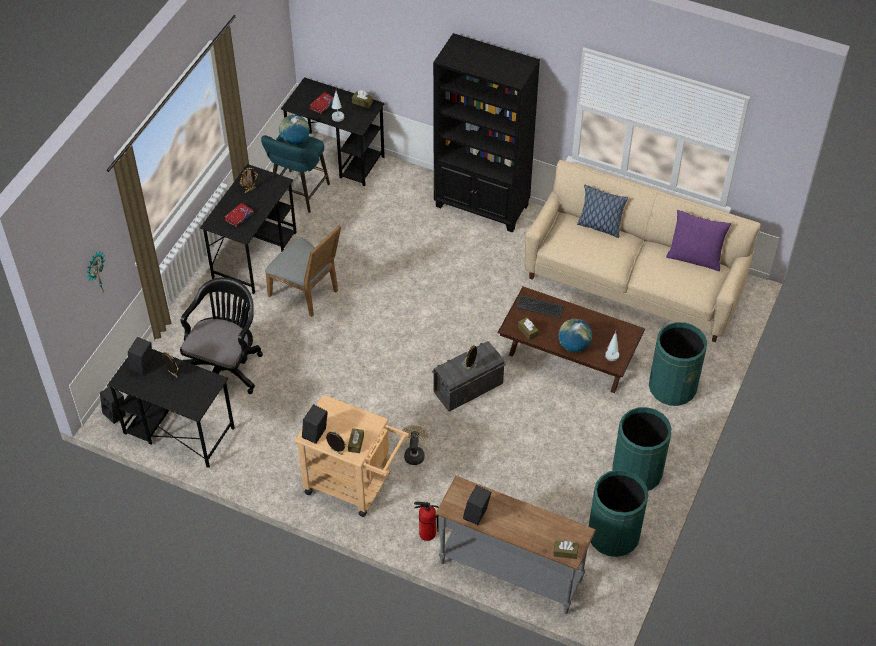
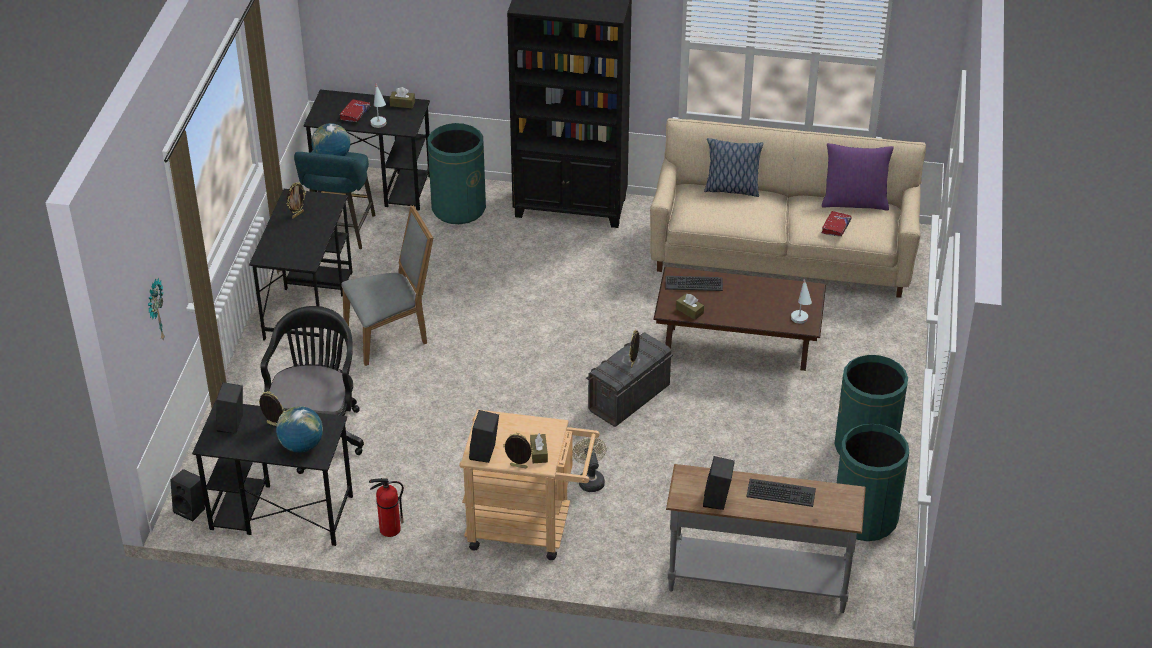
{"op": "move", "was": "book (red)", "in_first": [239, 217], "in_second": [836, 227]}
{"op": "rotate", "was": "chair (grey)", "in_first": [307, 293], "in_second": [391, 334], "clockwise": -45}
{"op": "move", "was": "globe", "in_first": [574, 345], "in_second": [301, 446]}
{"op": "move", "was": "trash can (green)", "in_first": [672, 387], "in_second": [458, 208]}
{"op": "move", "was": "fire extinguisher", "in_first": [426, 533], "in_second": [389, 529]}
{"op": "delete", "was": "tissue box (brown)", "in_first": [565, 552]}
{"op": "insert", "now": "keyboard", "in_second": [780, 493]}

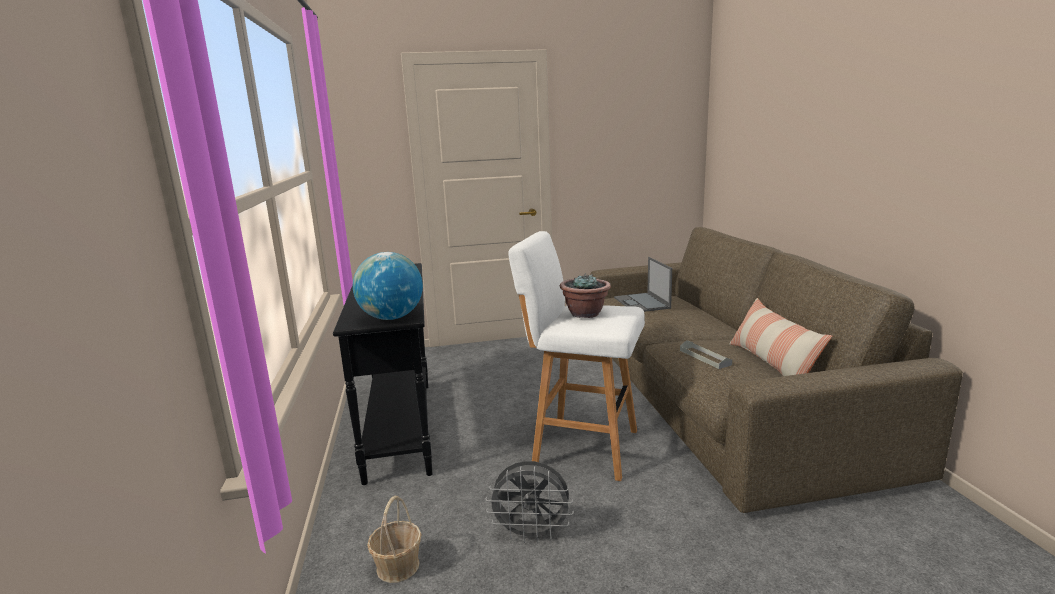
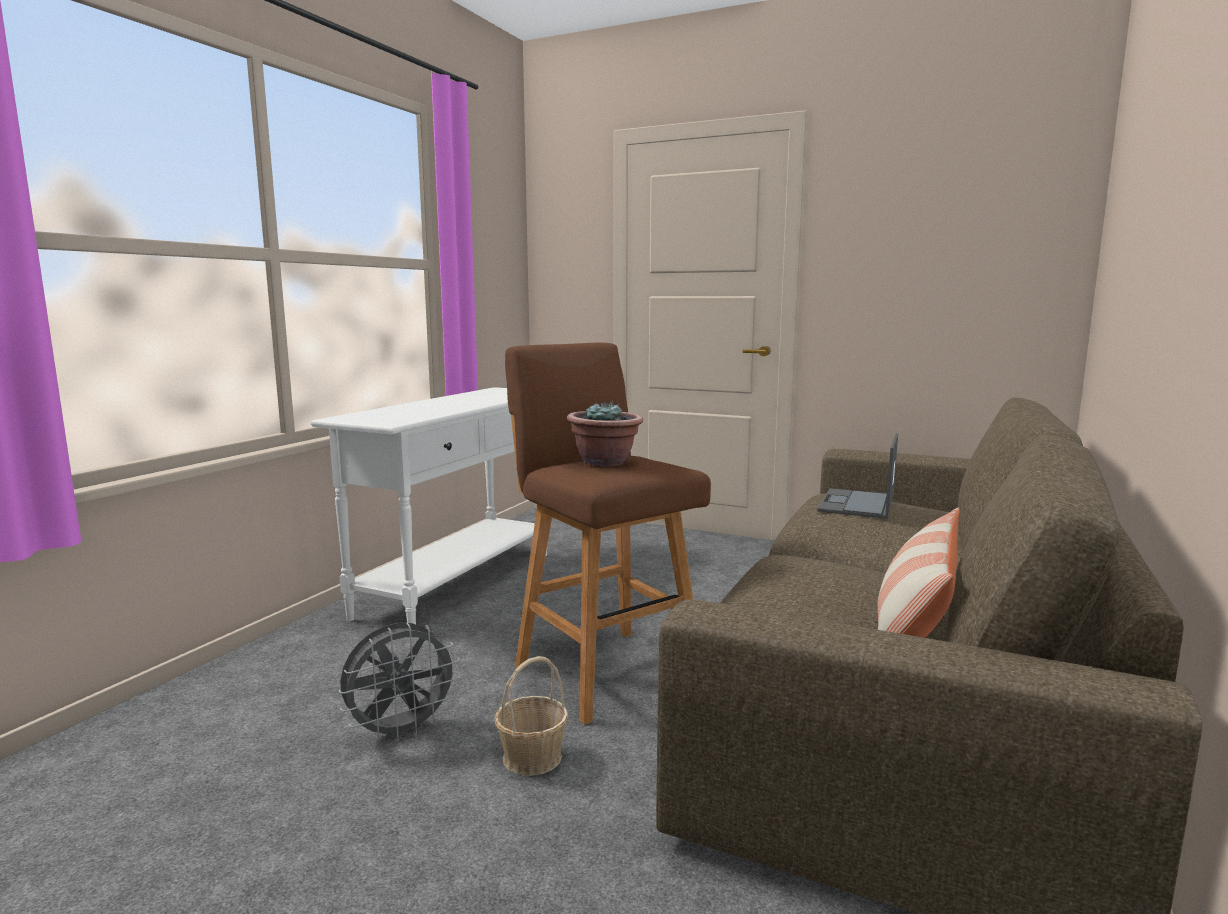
{"op": "recolor", "was": "stool (white)", "now": "stool (brown)", "in_first": [582, 447], "in_second": [604, 670]}
{"op": "delete", "was": "globe", "in_first": [391, 318]}
{"op": "recolor", "was": "console table (black)", "now": "console table (white)", "in_first": [400, 428], "in_second": [459, 584]}
{"op": "delete", "was": "tray (grey)", "in_first": [705, 357]}
{"op": "rotate", "was": "fan (grey)", "in_first": [532, 534], "in_second": [401, 731], "clockwise": -75}
{"op": "move", "was": "basket", "in_first": [397, 566], "in_second": [531, 757]}

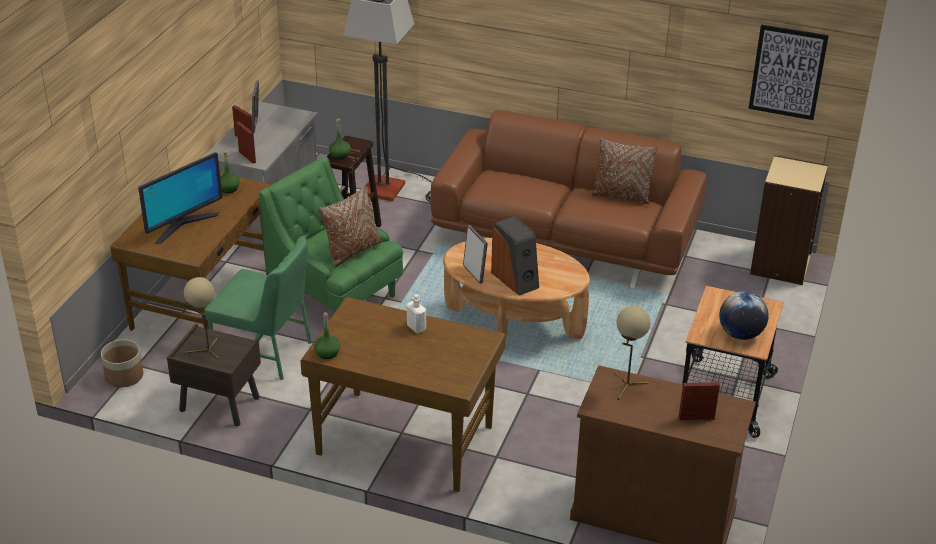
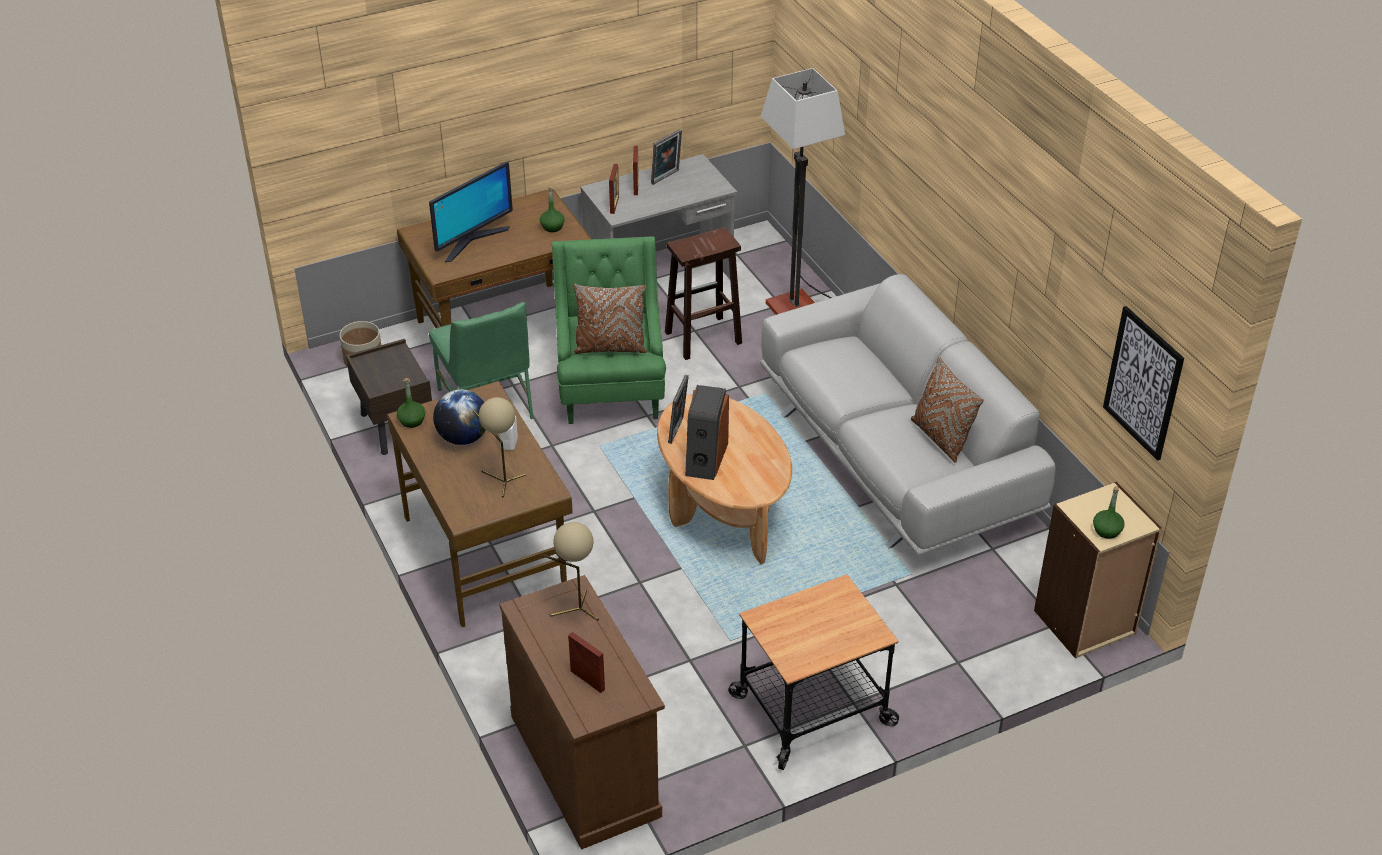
{"op": "recolor", "was": "sofa (brown)", "now": "sofa (grey)", "in_first": [566, 239], "in_second": [896, 458]}
{"op": "move", "was": "bottle (green)", "in_first": [340, 155], "in_second": [1107, 531]}
{"op": "rotate", "was": "monitor", "in_first": [183, 225], "in_second": [472, 241], "clockwise": -45}
{"op": "move", "was": "table lamp (beige)", "in_first": [205, 350], "in_second": [502, 481]}
{"op": "move", "was": "globe", "in_first": [740, 334], "in_second": [463, 438]}

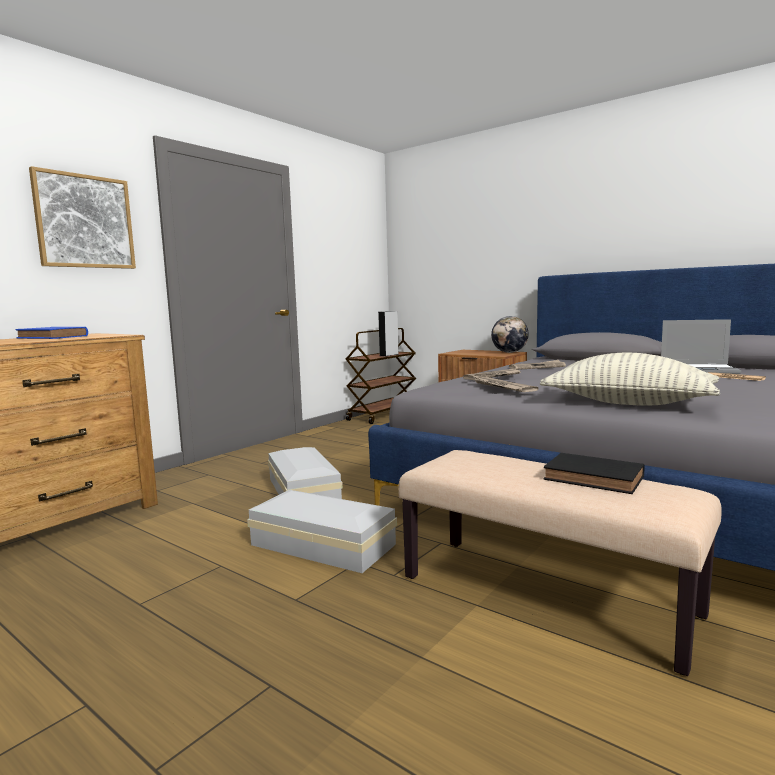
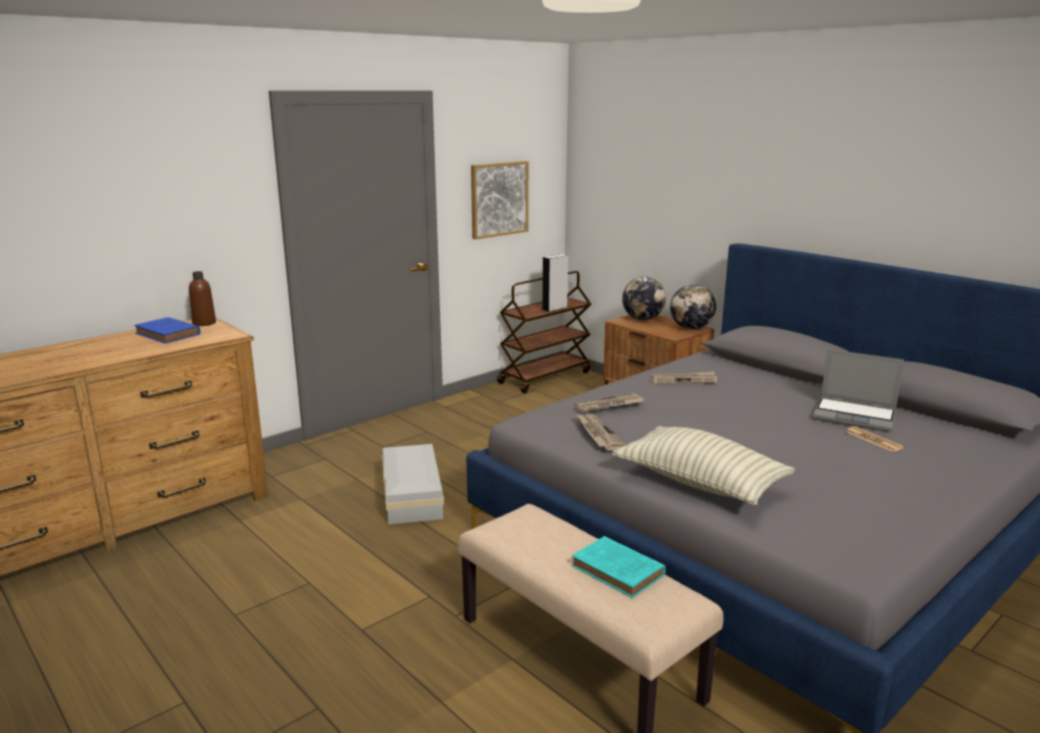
{"op": "move", "was": "picture", "in_first": [84, 221], "in_second": [499, 199]}
{"op": "recolor", "was": "book (black)", "now": "book (turquoise)", "in_first": [596, 479], "in_second": [619, 572]}
{"op": "delete", "was": "storage box (white)", "in_first": [322, 543]}
{"op": "insert", "now": "bottle (brown)", "in_second": [204, 323]}
{"op": "insert", "now": "globe", "in_second": [642, 319]}

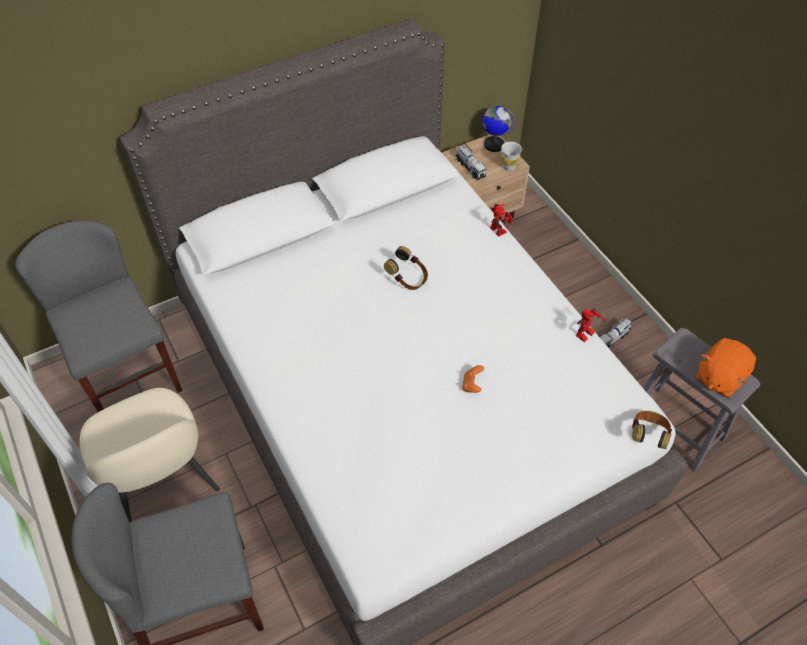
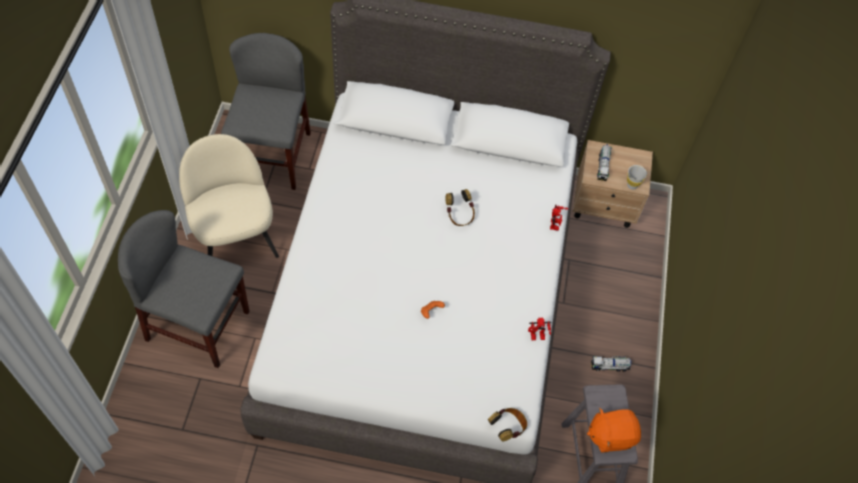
{"op": "delete", "was": "globe", "in_first": [494, 145]}
{"op": "rotate", "was": "chair (beige)", "in_first": [163, 484], "in_second": [236, 240], "clockwise": 150}

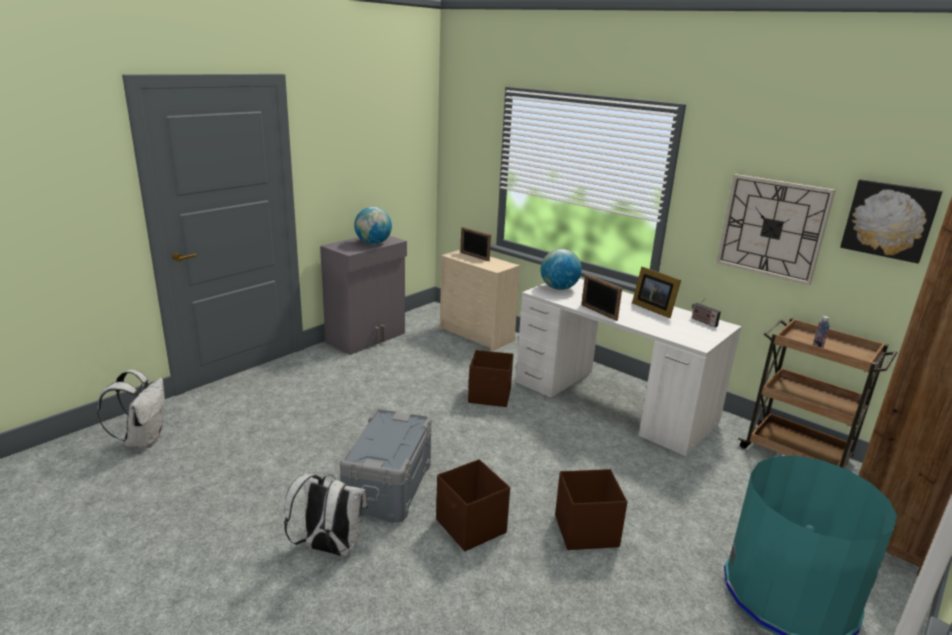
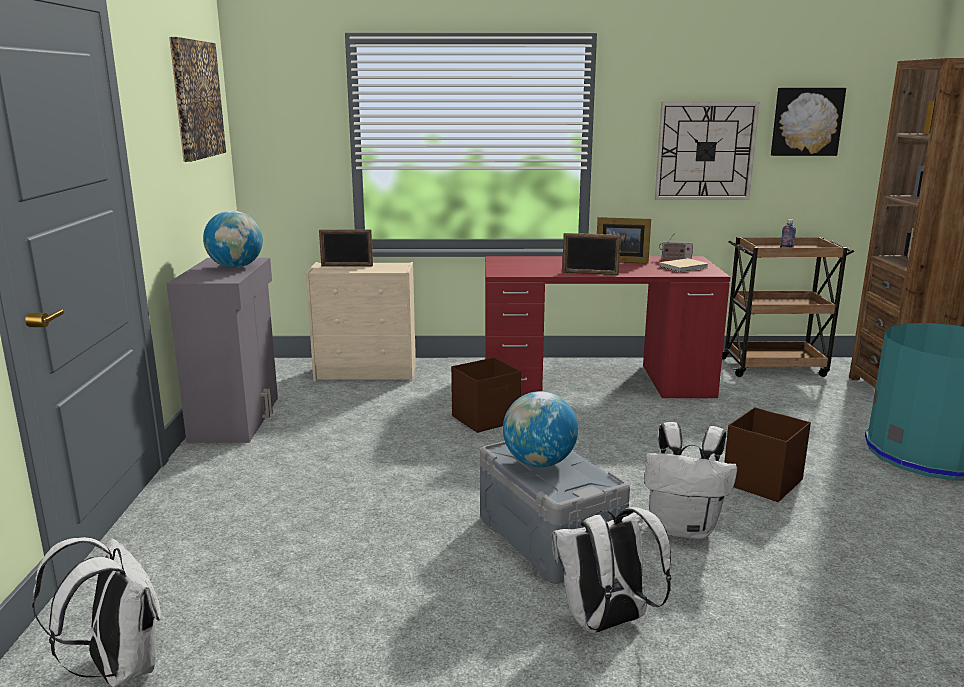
{"op": "move", "was": "globe", "in_first": [558, 288], "in_second": [539, 463]}
{"op": "recolor", "was": "desk (white)", "now": "desk (red)", "in_first": [613, 401], "in_second": [596, 381]}
{"op": "replace", "was": "storage box (brown)", "now": "backpack (white)", "in_first": [471, 527], "in_second": [684, 528]}
{"op": "insert", "now": "picture", "in_second": [196, 99]}
{"op": "insert", "now": "book (beige)", "in_second": [685, 267]}

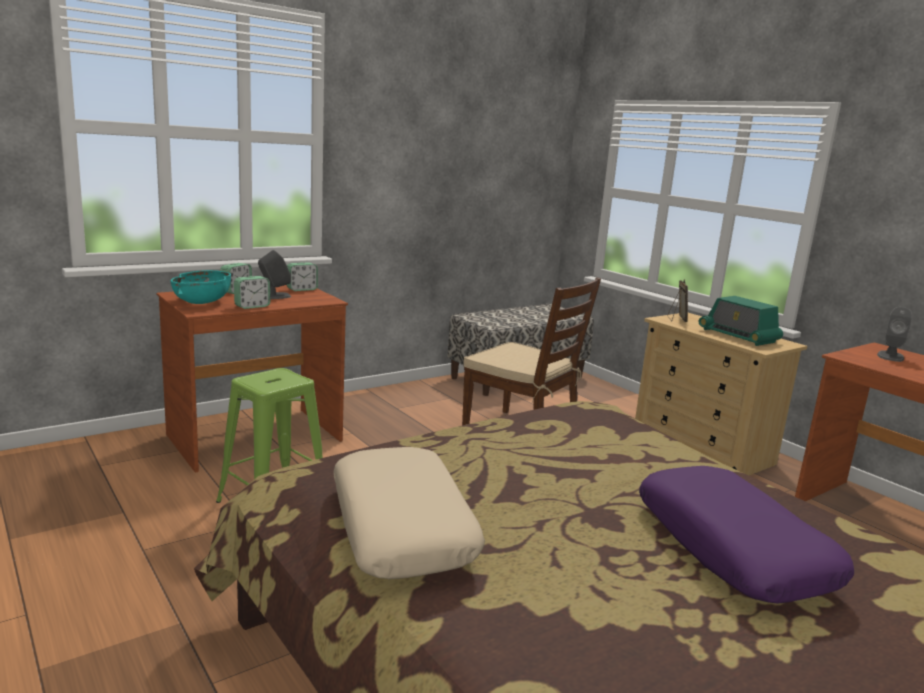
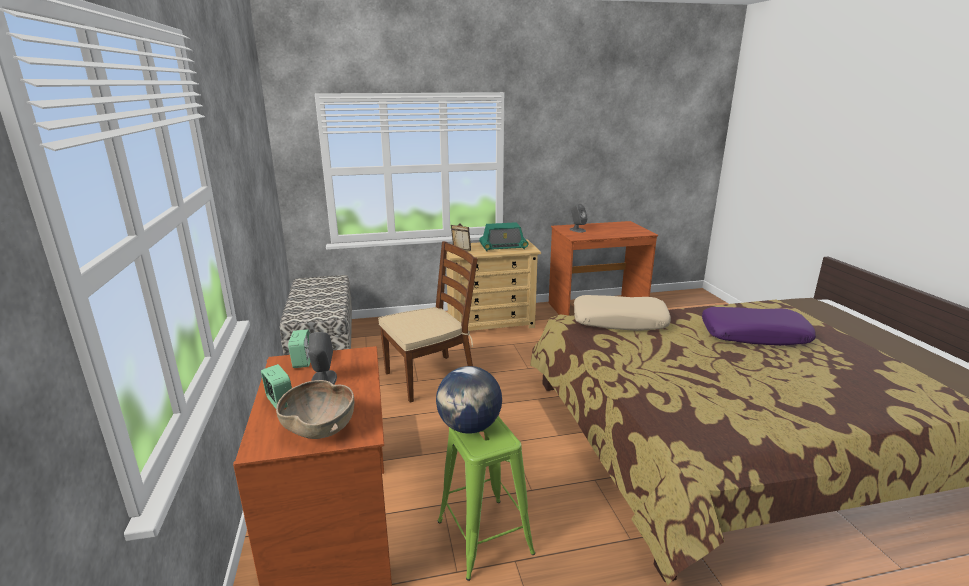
{"op": "recolor", "was": "bowl (turquoise)", "now": "bowl (brown)", "in_first": [203, 302], "in_second": [320, 428]}
{"op": "delete", "was": "alarm clock", "in_first": [252, 306]}
{"op": "move", "was": "pillow (beige)", "in_first": [402, 527], "in_second": [619, 321]}
{"op": "insert", "now": "globe", "in_second": [469, 427]}

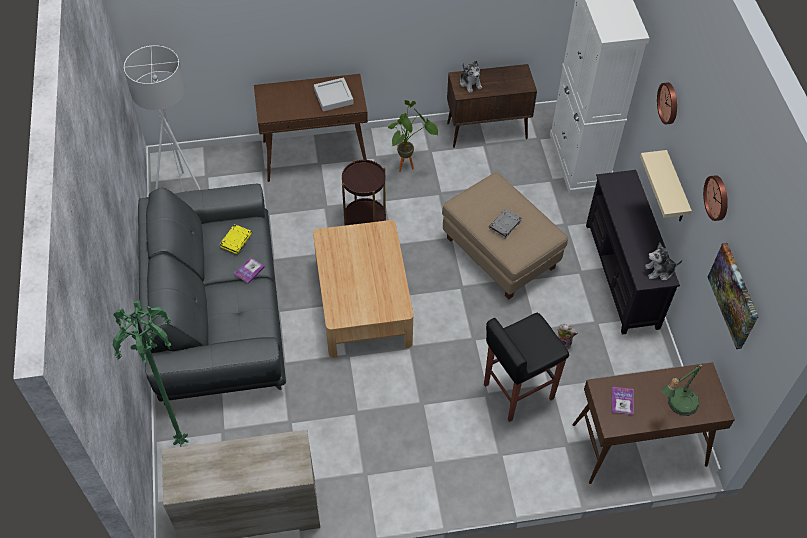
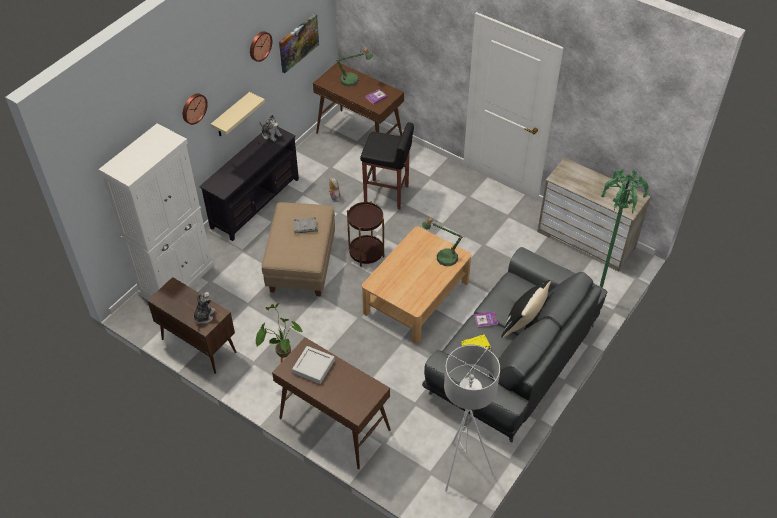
{"op": "move", "was": "side table (brown)", "in_first": [365, 220], "in_second": [366, 253]}
{"op": "insert", "now": "table lamp", "in_second": [443, 256]}
{"op": "insert", "now": "pillow (black)", "in_second": [523, 323]}

